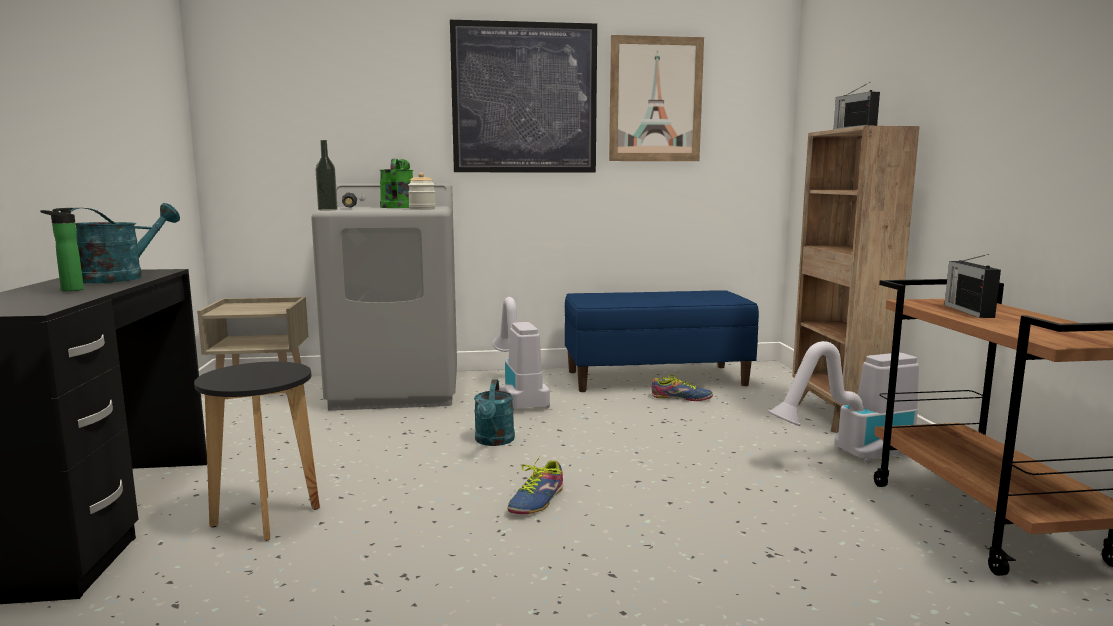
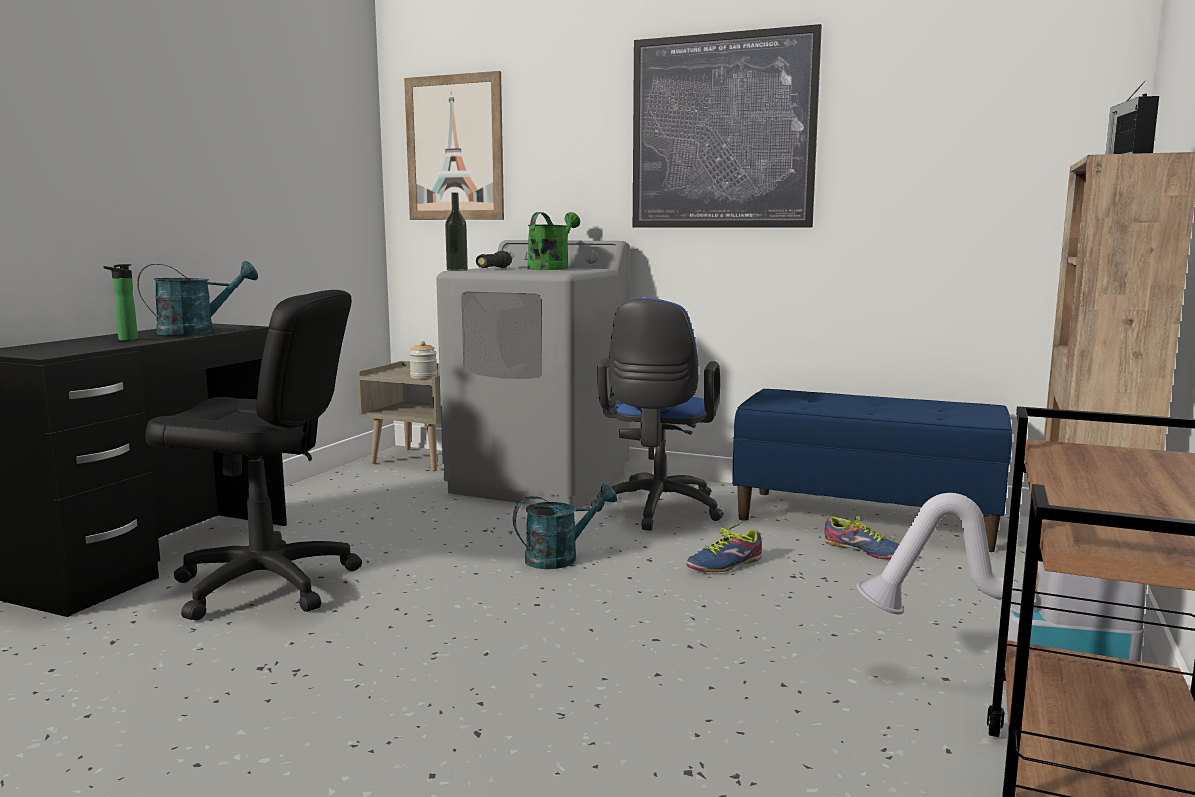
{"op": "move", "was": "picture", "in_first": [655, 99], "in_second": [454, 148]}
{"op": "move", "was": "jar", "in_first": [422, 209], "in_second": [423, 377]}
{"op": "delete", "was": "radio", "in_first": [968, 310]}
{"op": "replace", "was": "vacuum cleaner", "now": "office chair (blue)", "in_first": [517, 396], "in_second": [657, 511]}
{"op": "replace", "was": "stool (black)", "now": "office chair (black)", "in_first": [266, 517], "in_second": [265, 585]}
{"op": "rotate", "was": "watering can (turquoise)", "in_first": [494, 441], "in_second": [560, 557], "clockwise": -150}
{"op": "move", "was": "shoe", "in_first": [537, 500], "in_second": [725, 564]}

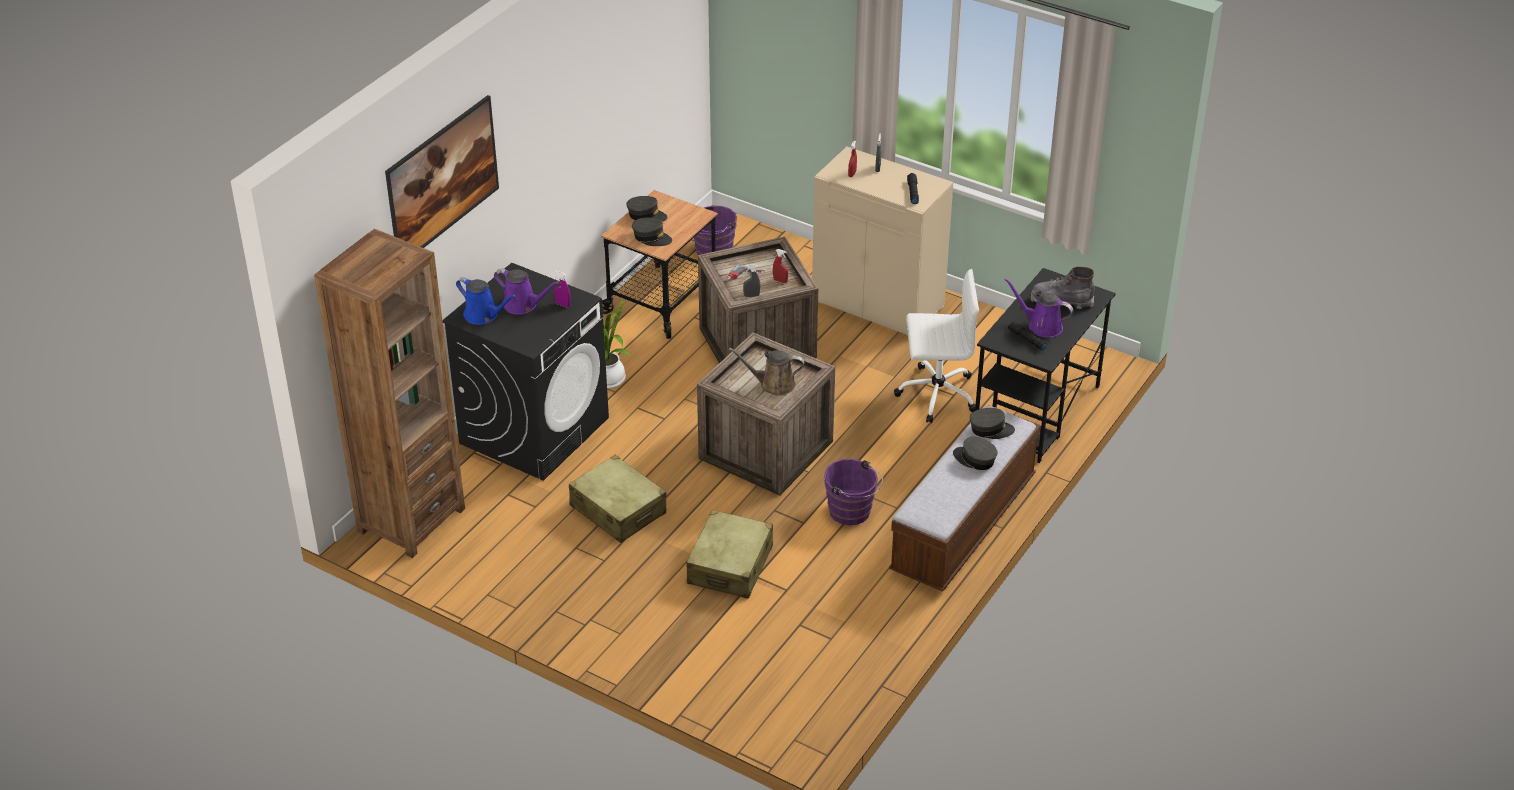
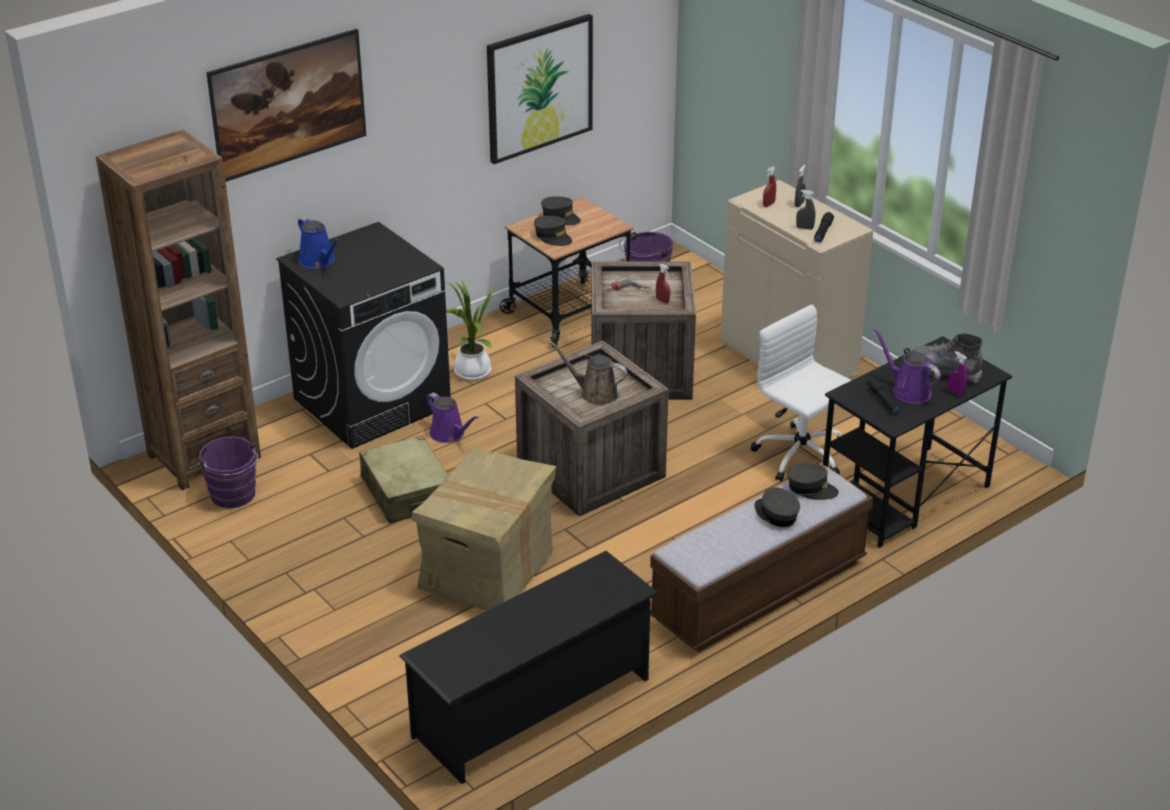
{"op": "move", "was": "spray bottle (grey)", "in_first": [751, 296], "in_second": [804, 228]}
{"op": "move", "was": "watering can (purple)", "in_first": [523, 305], "in_second": [449, 434]}
{"op": "rotate", "was": "office chair (white)", "in_first": [935, 394], "in_second": [802, 455], "clockwise": -150}
{"op": "move", "was": "spray bottle (purple)", "in_first": [563, 305], "in_second": [955, 393]}
{"op": "move", "was": "bucket (purple)", "in_first": [852, 513], "in_second": [234, 496]}
{"op": "replace", "was": "suitcase (beige)", "now": "cardboard box", "in_first": [730, 565], "in_second": [487, 571]}
{"op": "insert", "now": "picture", "in_second": [539, 88]}
{"op": "insert", "now": "shoe rack (black)", "in_second": [533, 707]}

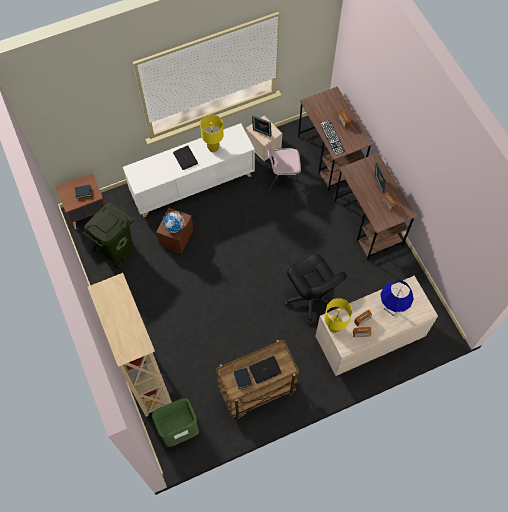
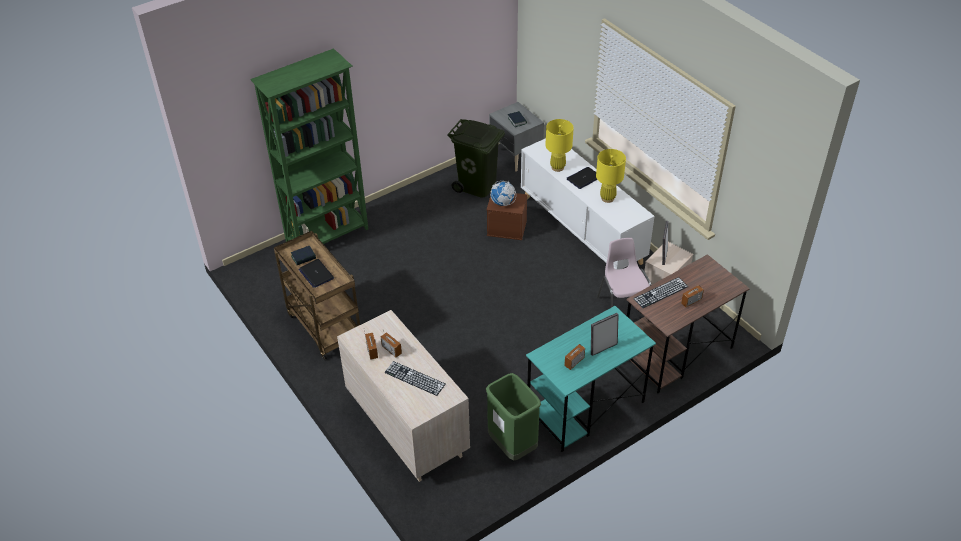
{"op": "recolor", "was": "desk (brown)", "now": "desk (turquoise)", "in_first": [368, 223], "in_second": [584, 408]}
{"op": "recolor", "was": "nightstand (brown)", "now": "nightstand (grey)", "in_first": [88, 213], "in_second": [515, 156]}
{"op": "delete", "was": "office chair (black)", "in_first": [310, 299]}
{"op": "recolor", "was": "bookcase (beige)", "now": "bookcase (green)", "in_first": [147, 379], "in_second": [328, 235]}
{"op": "replace", "was": "table lamp (blue)", "now": "keyboard", "in_first": [392, 307], "in_second": [414, 378]}
{"op": "move", "was": "table lamp (yellow)", "in_first": [334, 327], "in_second": [557, 167]}
{"op": "move", "was": "trash can (green)", "in_first": [180, 431], "in_second": [512, 446]}

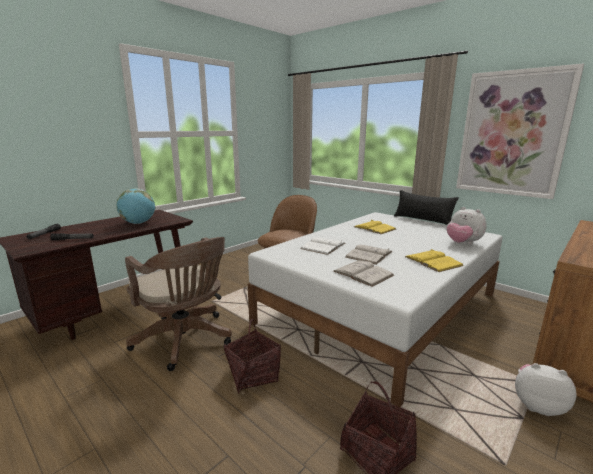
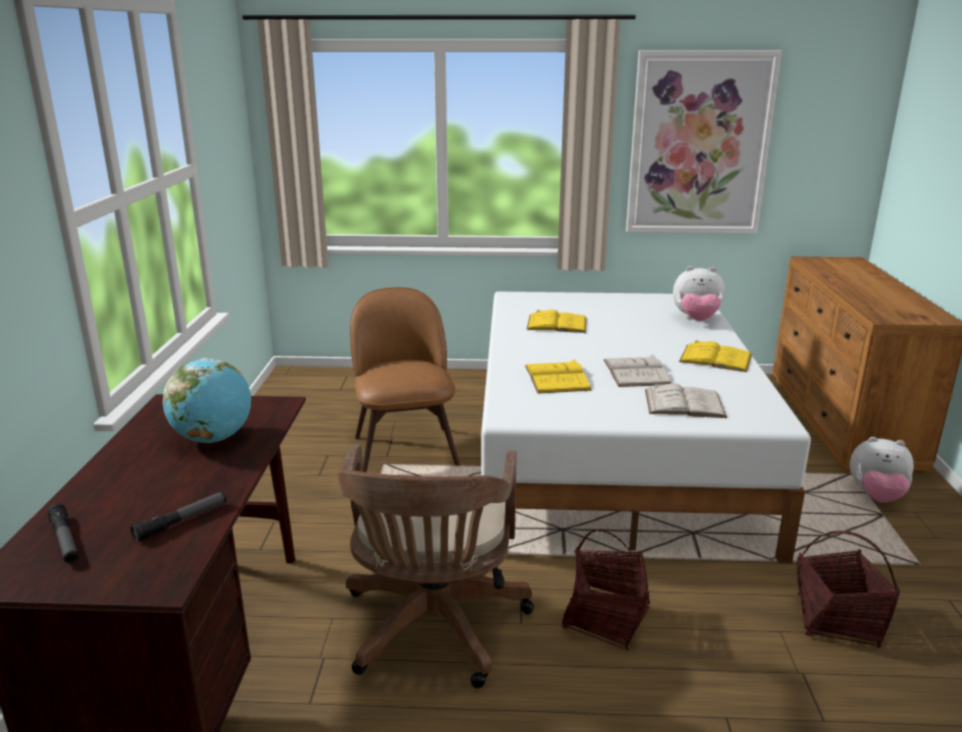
{"op": "delete", "was": "pillow (black)", "in_first": [422, 220]}
{"op": "rotate", "was": "office chair (brown)", "in_first": [186, 341], "in_second": [433, 631], "clockwise": 90}
{"op": "recolor", "was": "book (white)", "now": "book (yellow)", "in_first": [323, 246], "in_second": [557, 378]}
{"op": "rotate", "was": "plush toy", "in_first": [537, 405], "in_second": [876, 496], "clockwise": -150}

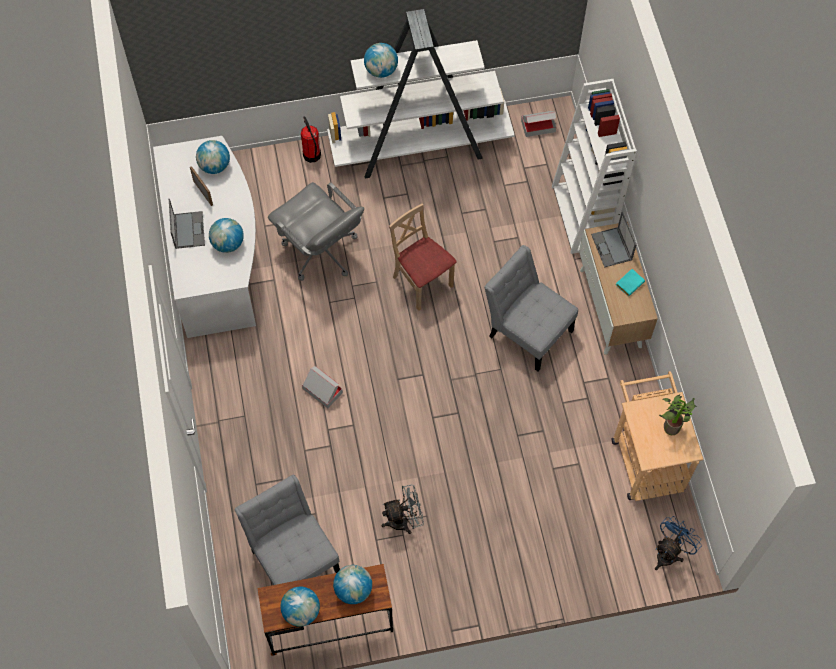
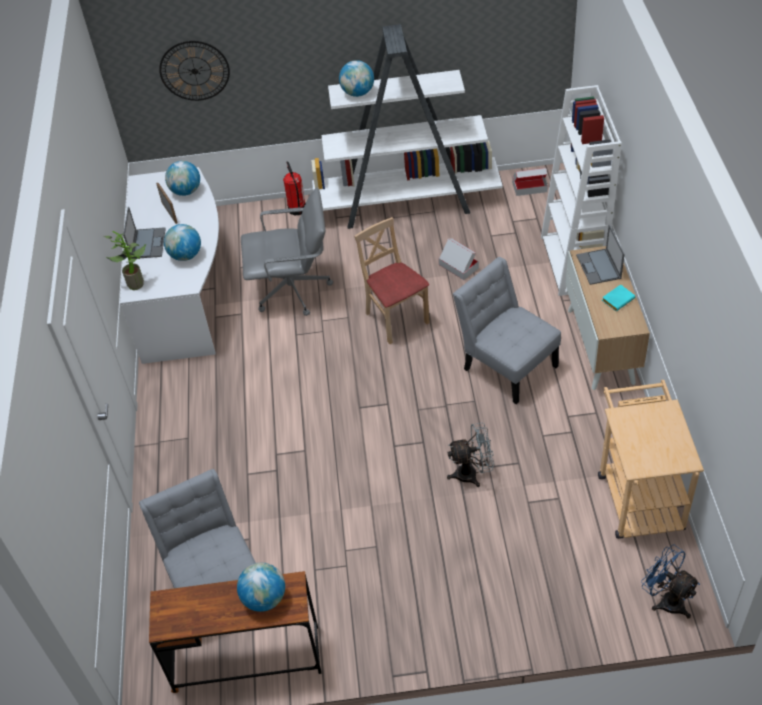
{"op": "rotate", "was": "office chair (grey)", "in_first": [320, 252], "in_second": [293, 290], "clockwise": -60}
{"op": "move", "was": "cardboard box", "in_first": [322, 390], "in_second": [458, 266]}
{"op": "move", "was": "potted plant", "in_first": [672, 425], "in_second": [137, 282]}
{"op": "move", "was": "fan (grey)", "in_first": [404, 520], "in_second": [472, 473]}
{"op": "rotate", "was": "fan (blue)", "in_first": [669, 553], "in_second": [666, 599], "clockwise": -90}
{"op": "delete", "was": "globe", "in_first": [301, 611]}
{"op": "insert", "now": "wall clock", "in_second": [194, 71]}

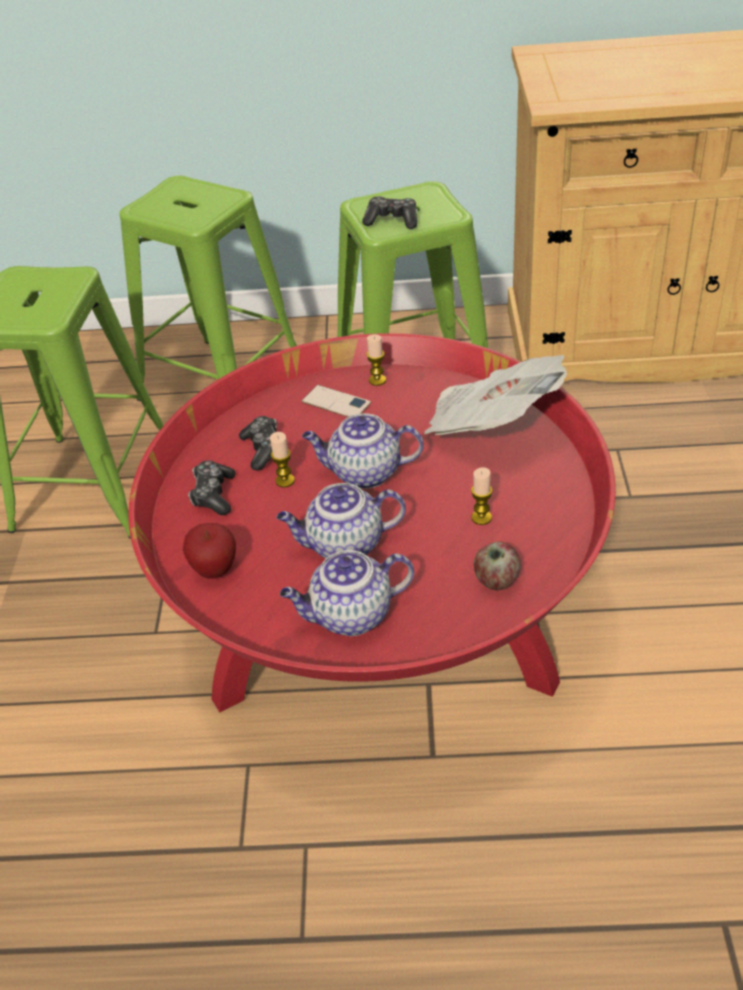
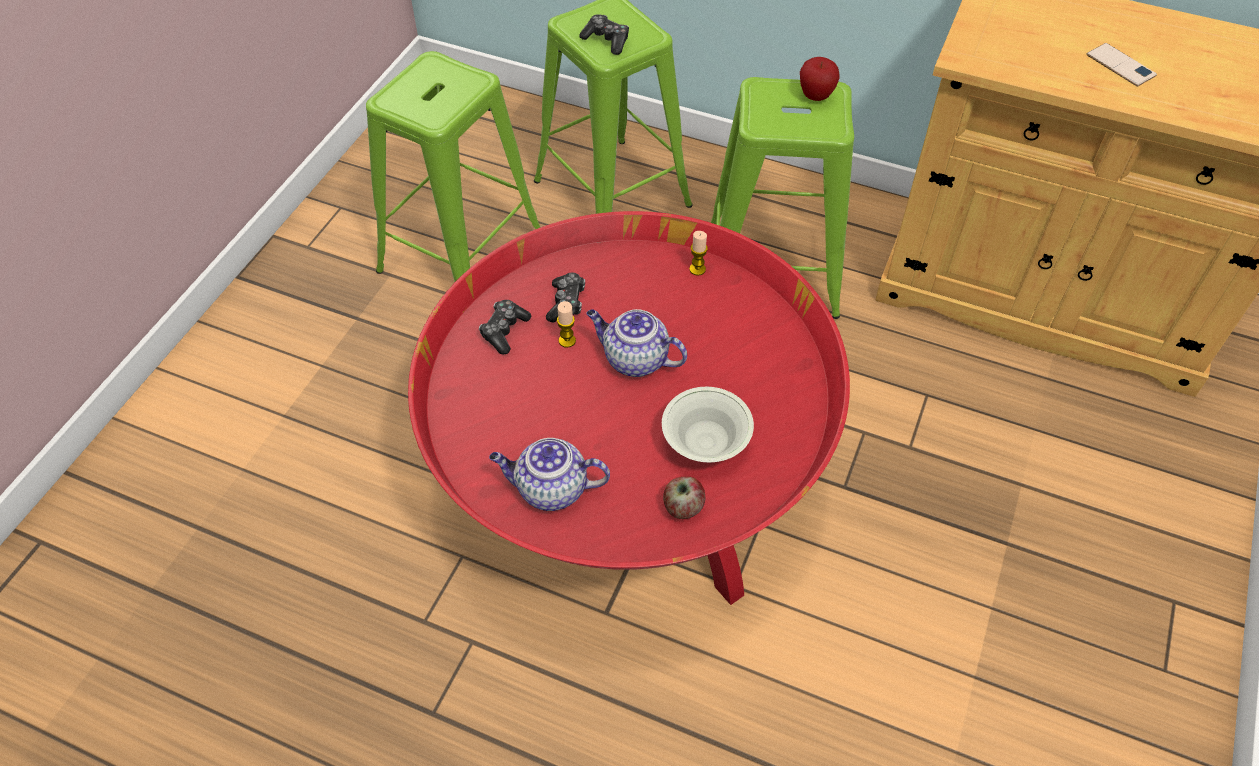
{"op": "move", "was": "game controller", "in_first": [392, 220], "in_second": [606, 40]}
{"op": "delete", "was": "newspaper", "in_first": [491, 425]}
{"op": "move", "was": "phone", "in_first": [336, 403], "in_second": [1120, 65]}
{"op": "replace", "was": "candle", "now": "bowl (white)", "in_first": [481, 517], "in_second": [706, 443]}
{"op": "delete", "was": "teapot", "in_first": [344, 546]}
{"op": "move", "was": "apple", "in_first": [215, 570], "in_second": [815, 96]}

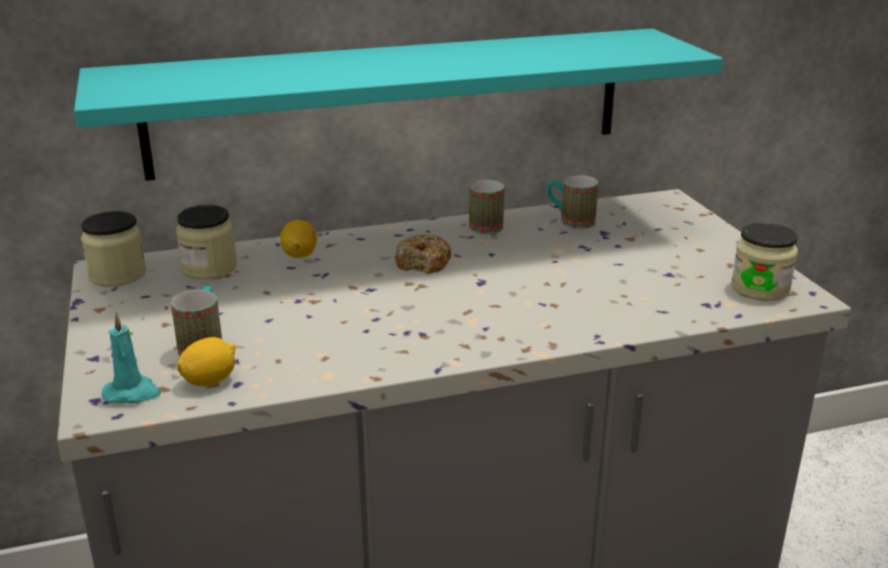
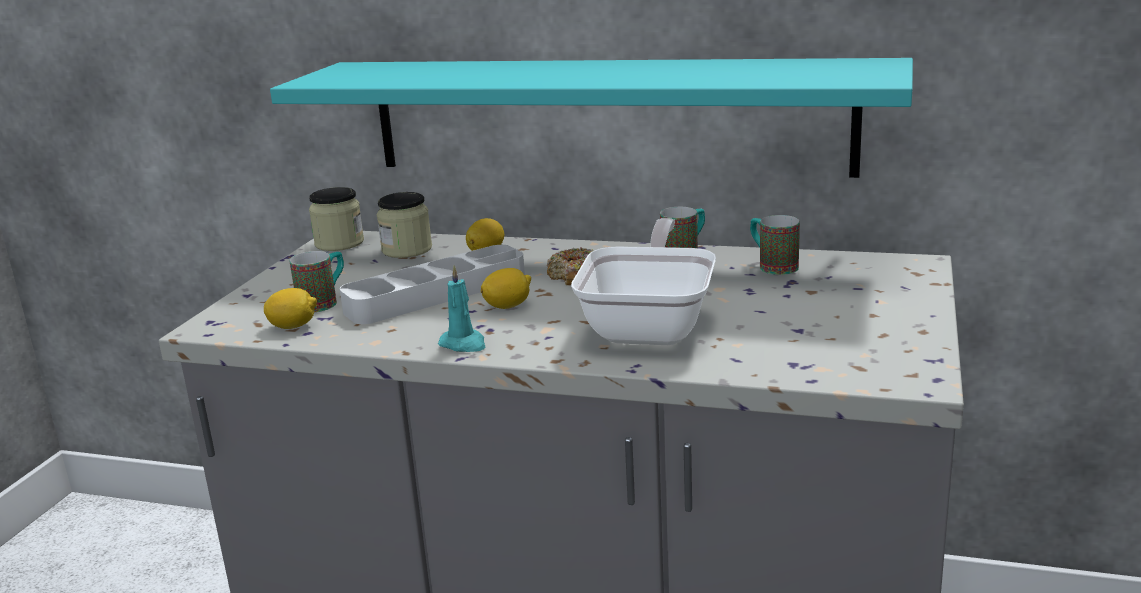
{"op": "delete", "was": "jar", "in_first": [760, 288]}
{"op": "move", "was": "candle (turquoise)", "in_first": [133, 393], "in_second": [464, 344]}
{"op": "insert", "now": "frying pan", "in_second": [651, 325]}
{"op": "insert", "now": "tray (grey)", "in_second": [436, 294]}
{"op": "insert", "now": "lemon", "in_second": [508, 306]}

